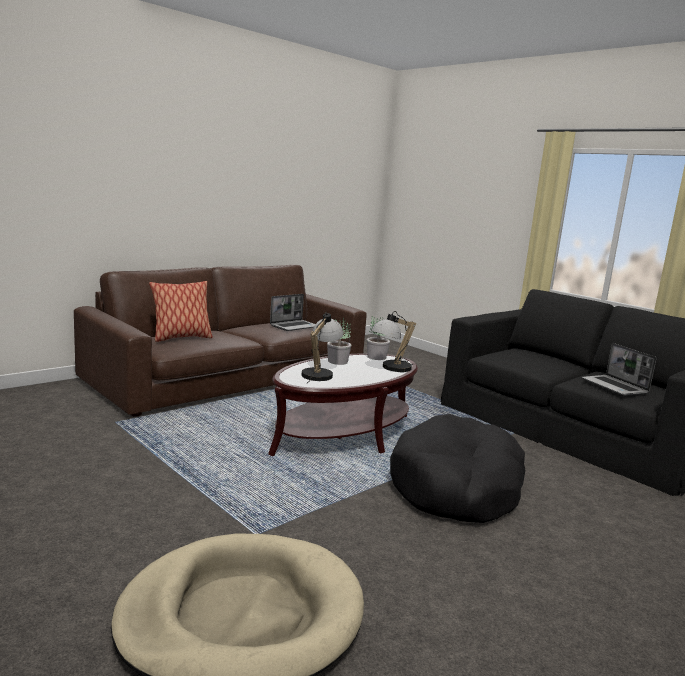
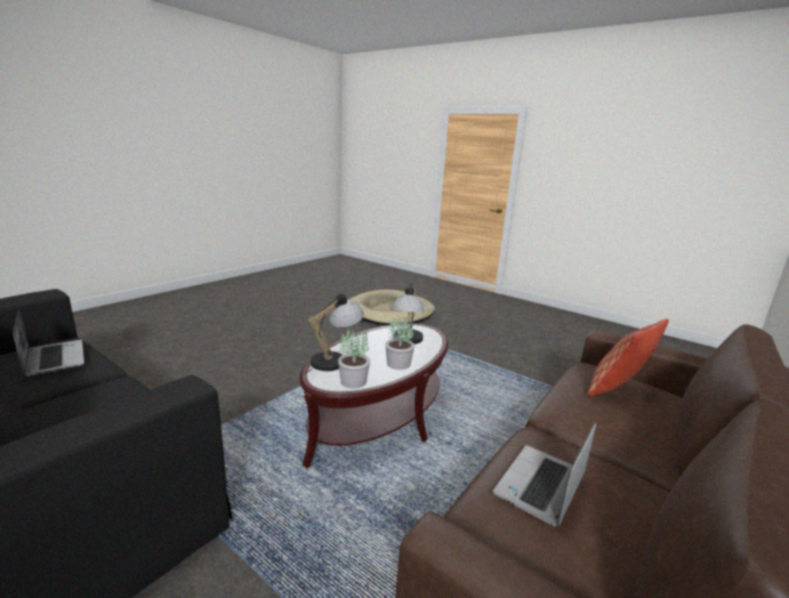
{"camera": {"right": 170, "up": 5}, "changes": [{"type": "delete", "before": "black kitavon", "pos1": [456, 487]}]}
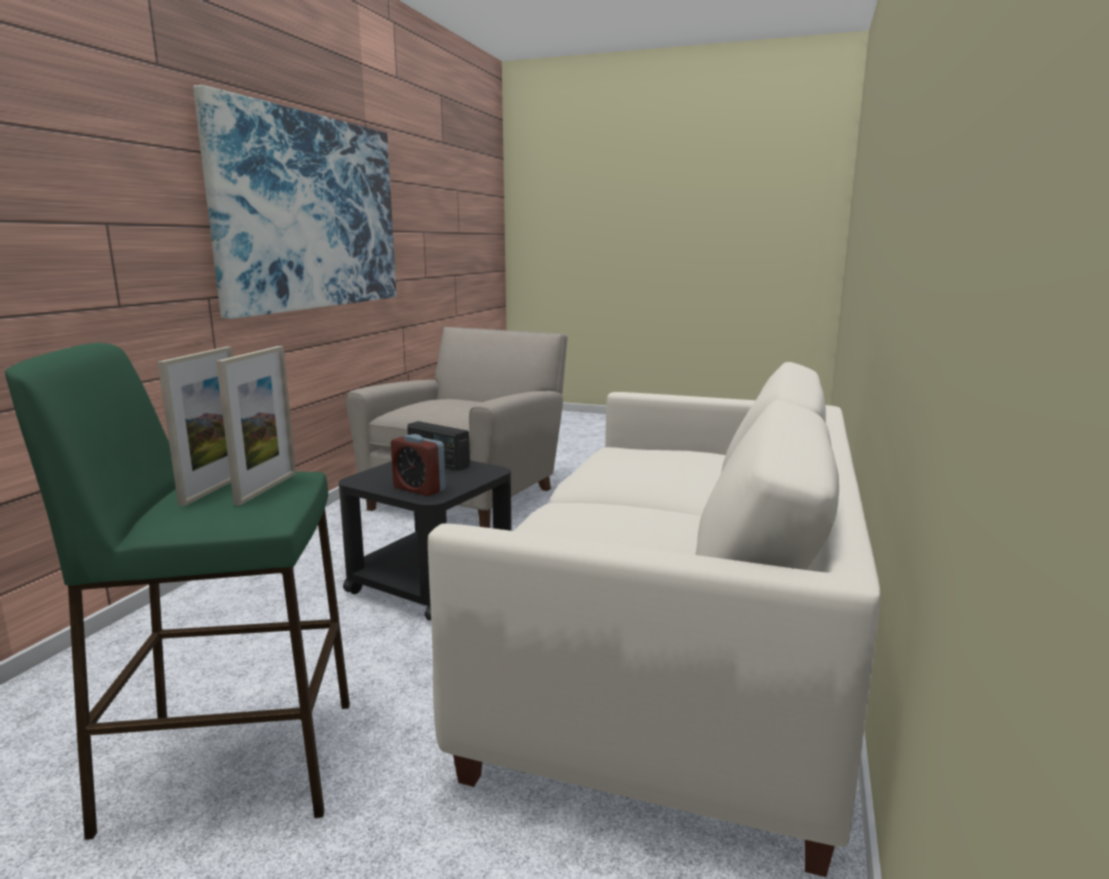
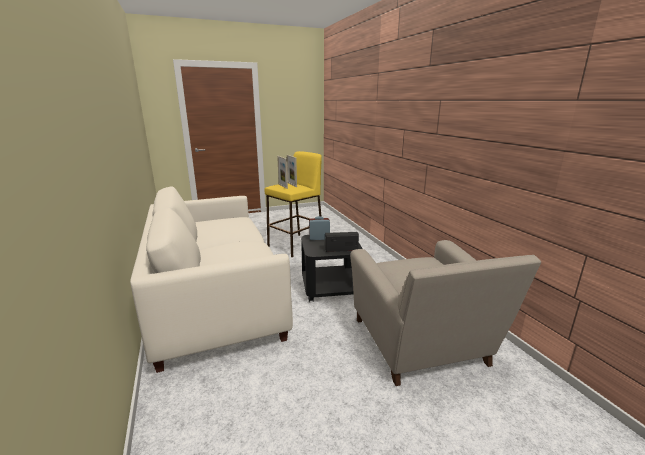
{"camera": {"right": 140, "up": 5}, "changes": [{"type": "delete", "before": "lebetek", "pos1": [311, 213]}, {"type": "recolor", "before": "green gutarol", "after": "yellow gutarol", "pos1": [231, 763], "pos2": [296, 245]}]}
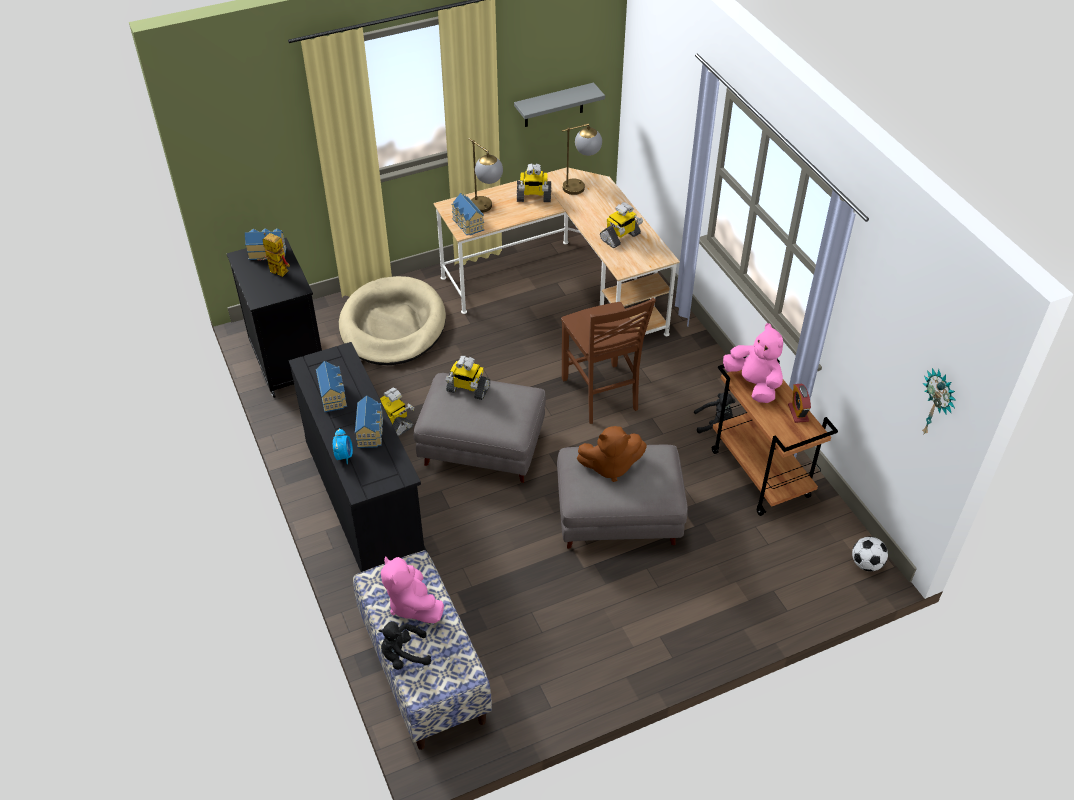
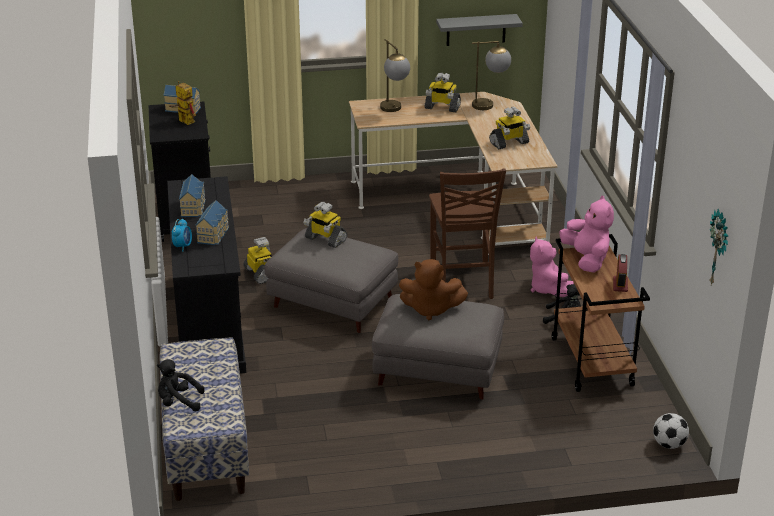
{"camera": {"right": 15, "up": -15}, "changes": [{"type": "delete", "before": "beige kitavon", "pos1": [393, 325]}, {"type": "delete", "before": "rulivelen", "pos1": [467, 224]}, {"type": "move", "before": "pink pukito", "pos1": [412, 604], "pos2": [548, 289]}]}
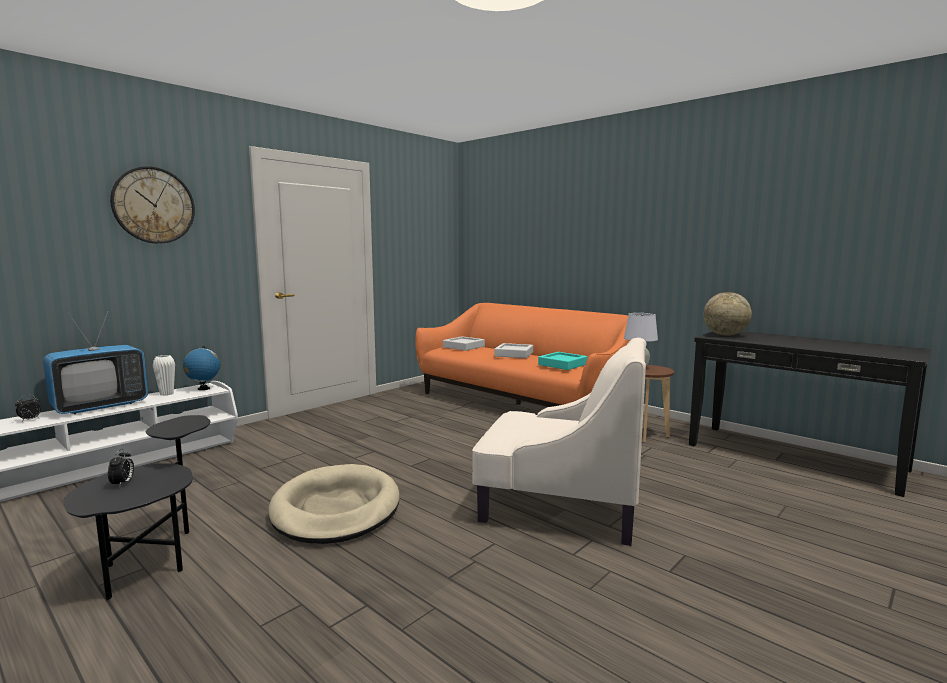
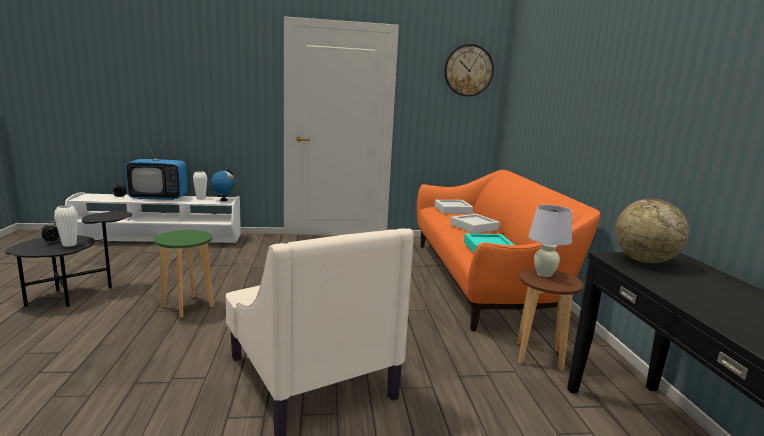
{"camera": {"right": 40, "up": 5}, "changes": [{"type": "insert", "after": "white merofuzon", "pos2": [69, 244]}, {"type": "move", "before": "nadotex", "pos1": [153, 205], "pos2": [468, 70]}, {"type": "replace", "before": "beige kitavon", "after": "green gutarol", "pos1": [336, 509], "pos2": [187, 307]}]}
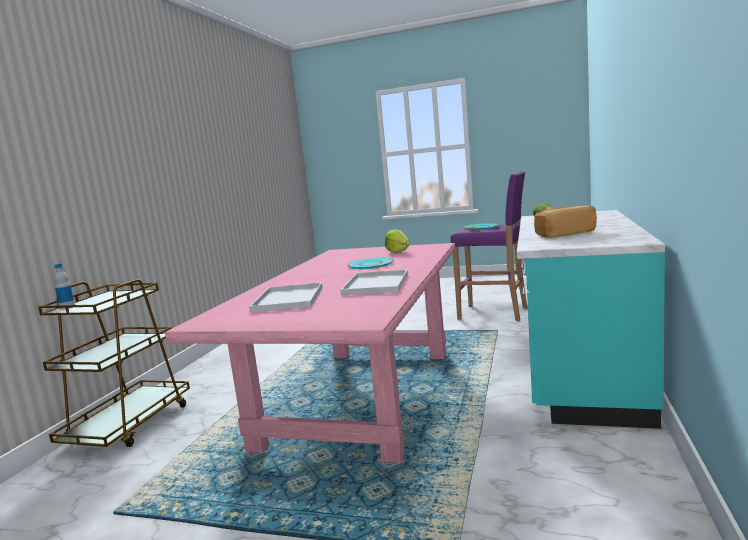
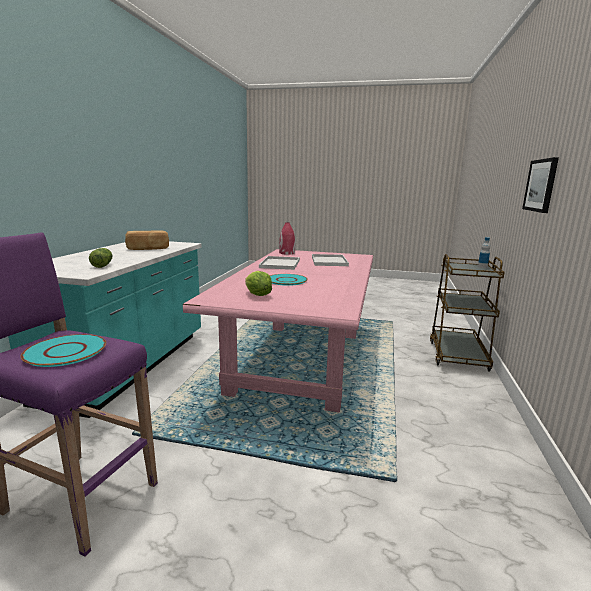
{"camera": {"right": 175, "up": 5}, "changes": [{"type": "insert", "after": "red merofuzon", "pos2": [286, 253]}, {"type": "insert", "after": "lebetek", "pos2": [541, 185]}]}
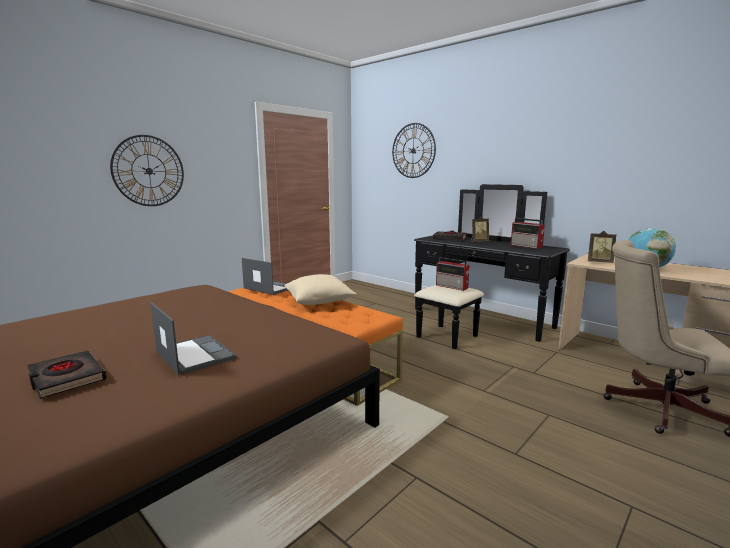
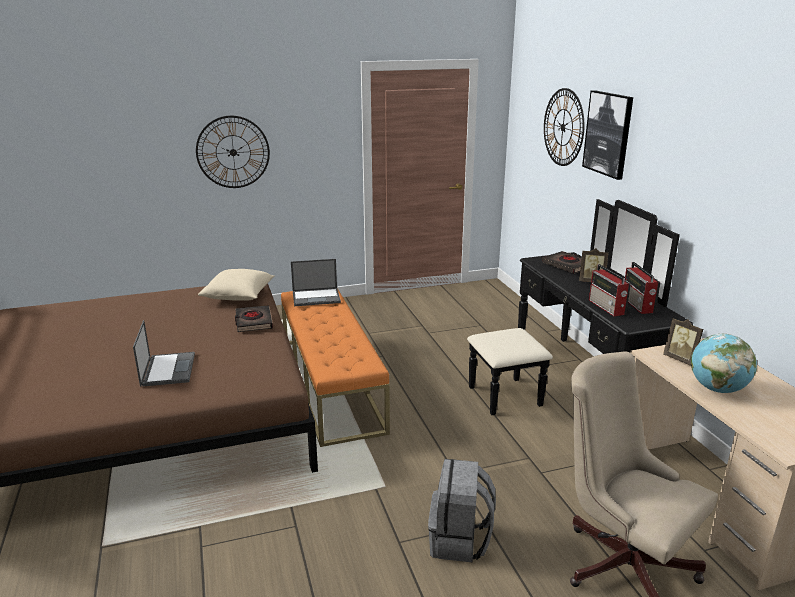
{"camera": {"right": 30, "up": 10}, "changes": [{"type": "insert", "after": "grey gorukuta", "pos2": [459, 541]}, {"type": "insert", "after": "lebetek", "pos2": [608, 134]}, {"type": "move", "before": "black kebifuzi", "pos1": [66, 378], "pos2": [253, 322]}, {"type": "move", "before": "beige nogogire", "pos1": [319, 302], "pos2": [239, 297]}, {"type": "move", "before": "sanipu", "pos1": [452, 287], "pos2": [607, 307]}, {"type": "rotate", "before": "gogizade", "pos1": [269, 288], "pos2": [317, 297], "turn": 105}]}
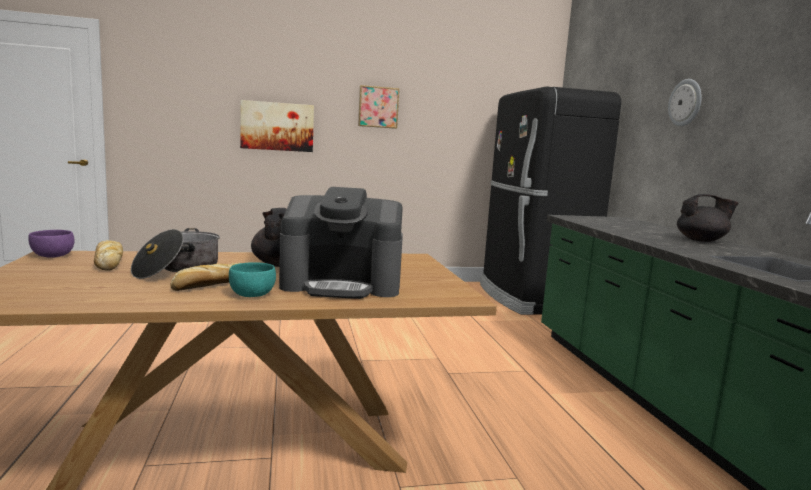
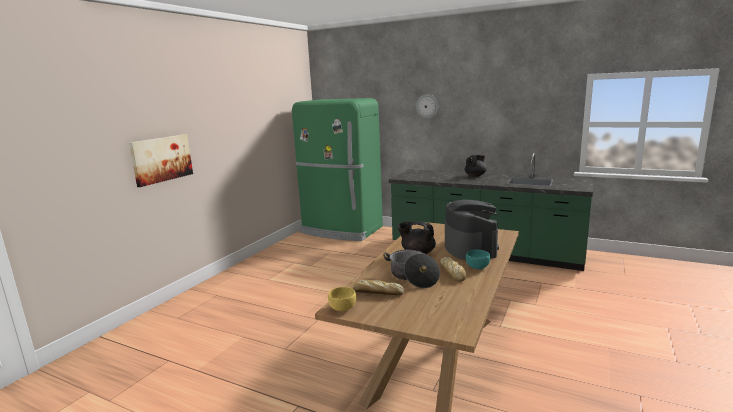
{"camera": {"right": -50, "up": 5}, "changes": [{"type": "delete", "before": "lebetek", "pos1": [378, 107]}, {"type": "recolor", "before": "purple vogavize", "after": "yellow vogavize", "pos1": [53, 256], "pos2": [343, 308]}, {"type": "recolor", "before": "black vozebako", "after": "green vozebako", "pos1": [530, 298], "pos2": [341, 230]}, {"type": "rotate", "before": "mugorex", "pos1": [342, 284], "pos2": [470, 248], "turn": -45}]}
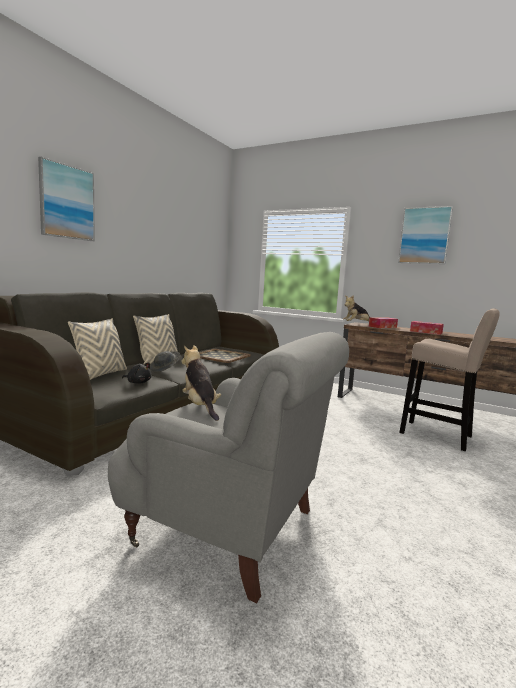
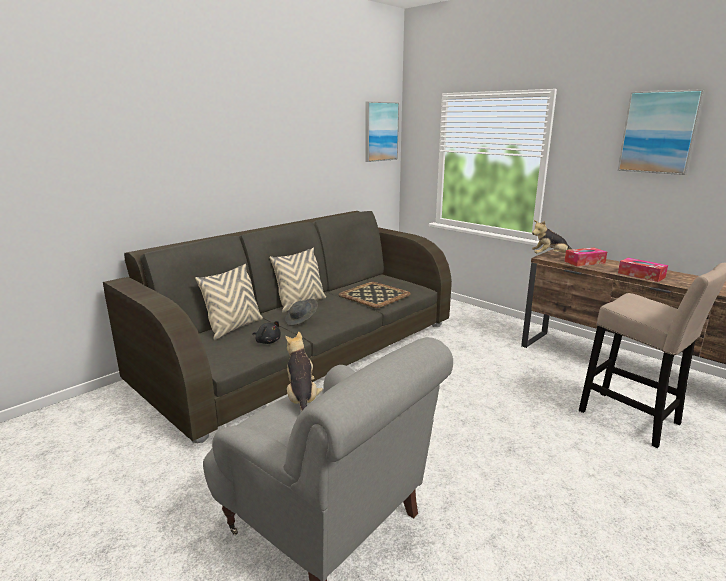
{"camera": {"right": 15, "up": 10}, "changes": [{"type": "move", "before": "lebetek", "pos1": [67, 202], "pos2": [380, 131]}]}
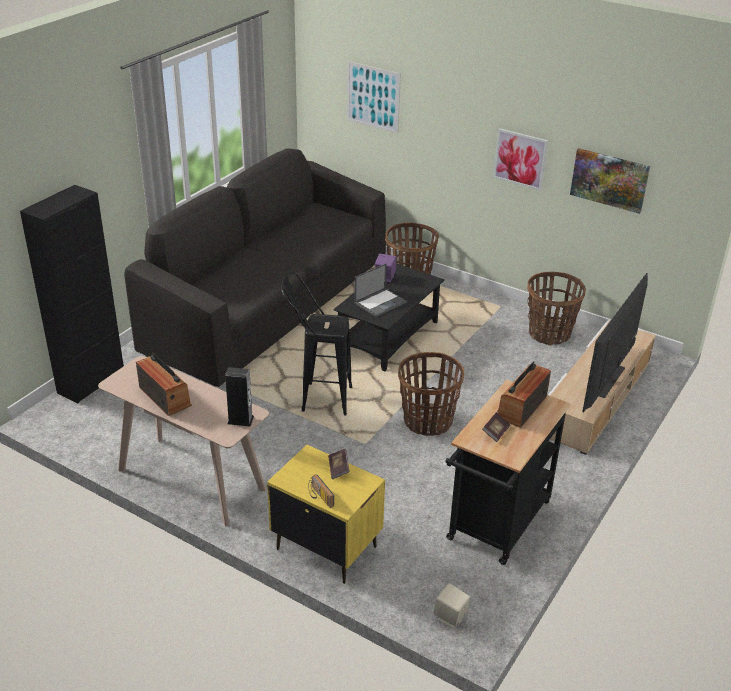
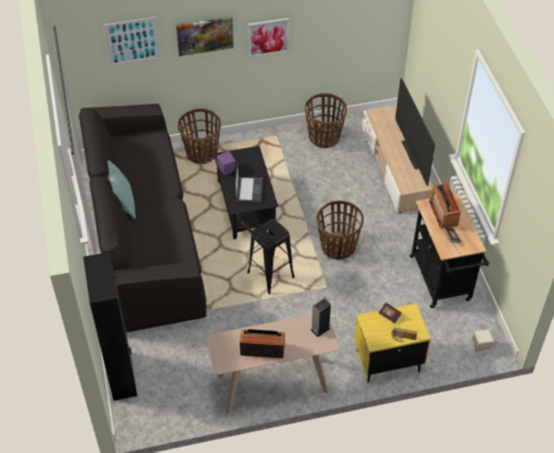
{"camera": {"right": -45, "up": 15}, "changes": [{"type": "insert", "after": "nogogire", "pos2": [122, 203]}, {"type": "move", "before": "lebetek", "pos1": [609, 180], "pos2": [205, 35]}]}
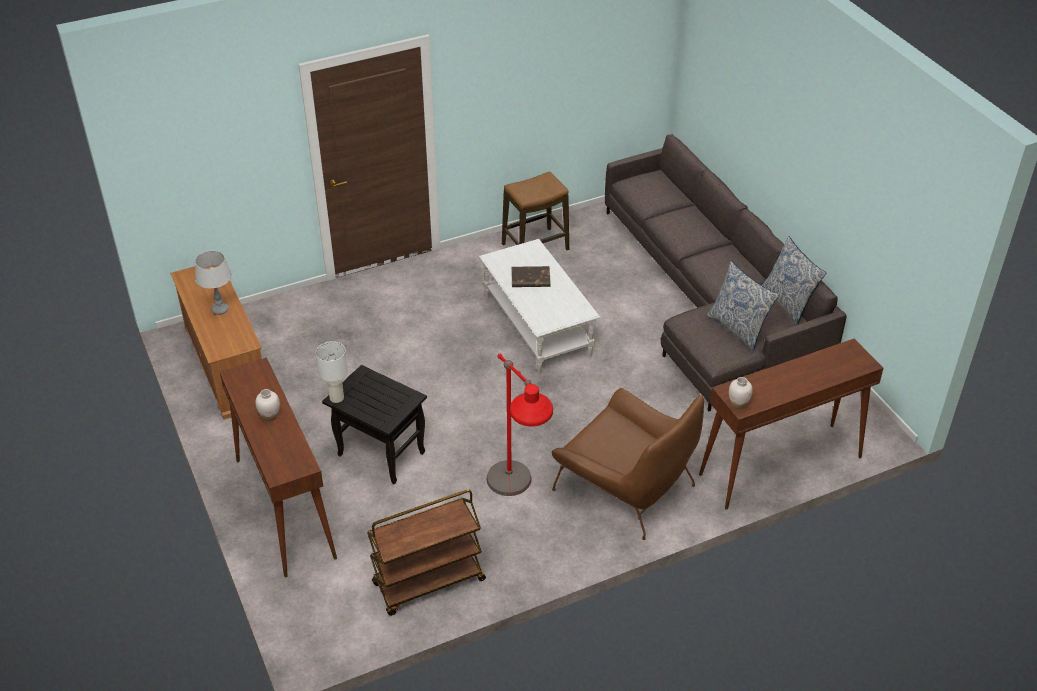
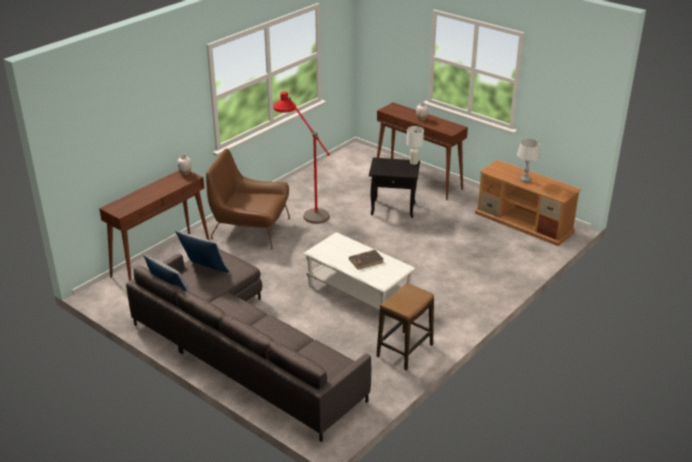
{"camera": {"right": 155, "up": -10}, "changes": [{"type": "delete", "before": "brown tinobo", "pos1": [428, 583]}]}
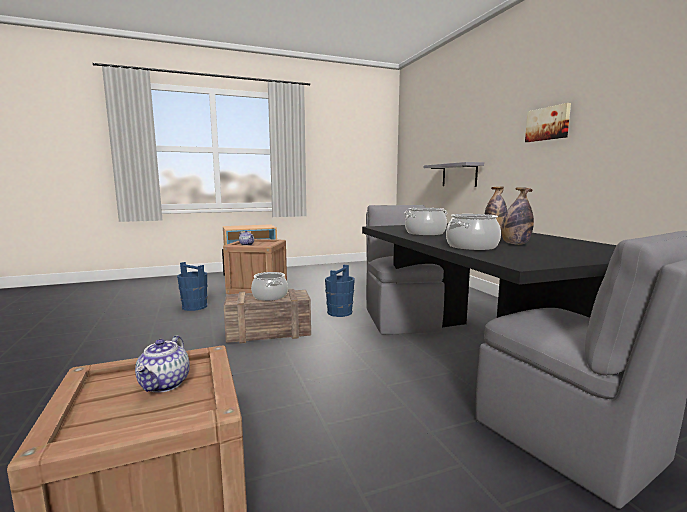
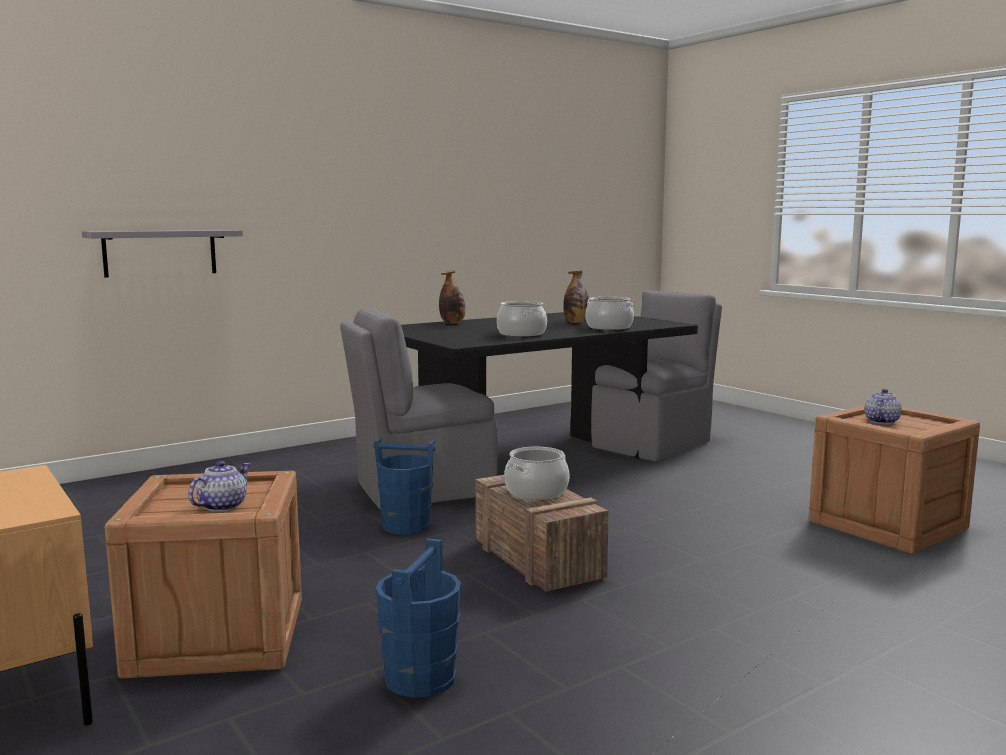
{"camera": {"right": -105, "up": 0}, "changes": [{"type": "delete", "before": "lebetek", "pos1": [548, 123]}, {"type": "rotate", "before": "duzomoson", "pos1": [165, 384], "pos2": [881, 421], "turn": -45}]}
